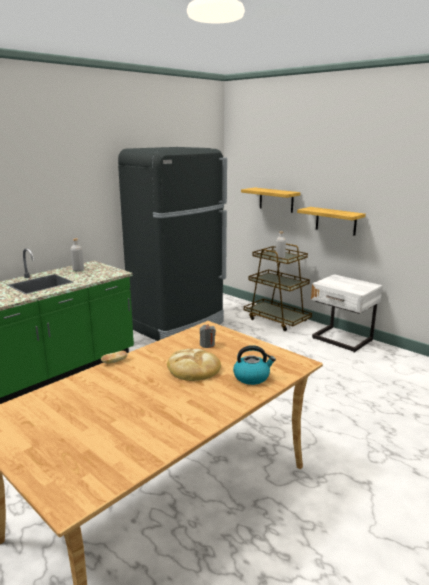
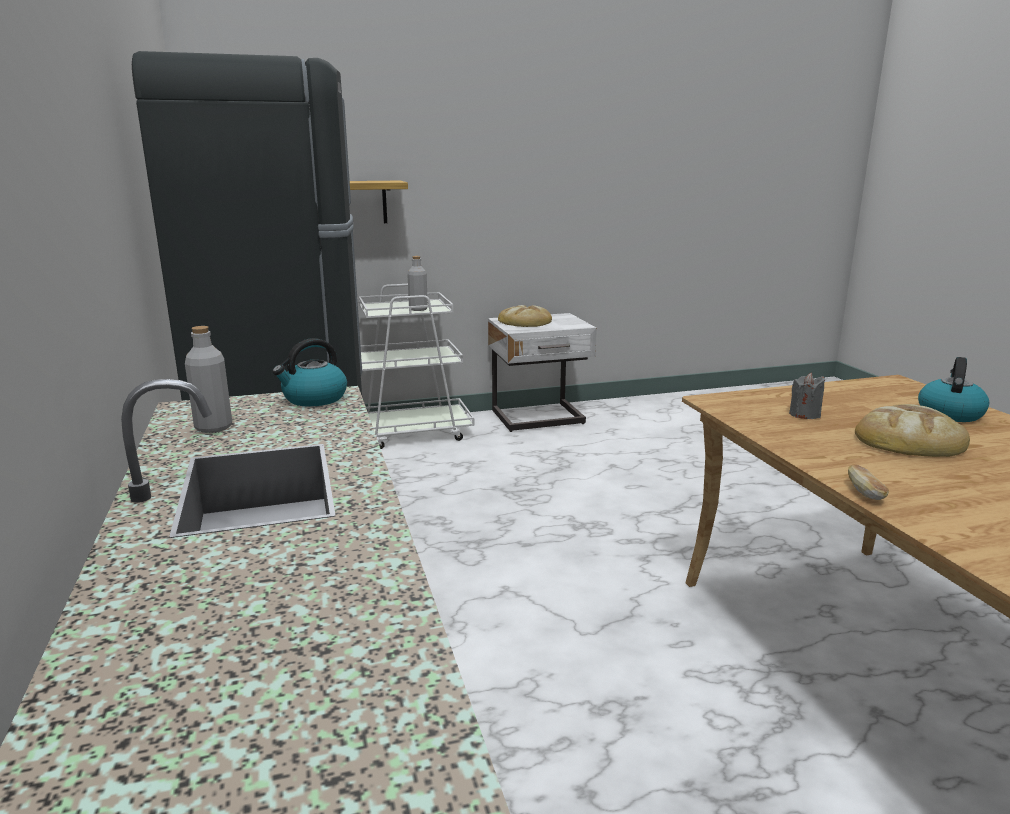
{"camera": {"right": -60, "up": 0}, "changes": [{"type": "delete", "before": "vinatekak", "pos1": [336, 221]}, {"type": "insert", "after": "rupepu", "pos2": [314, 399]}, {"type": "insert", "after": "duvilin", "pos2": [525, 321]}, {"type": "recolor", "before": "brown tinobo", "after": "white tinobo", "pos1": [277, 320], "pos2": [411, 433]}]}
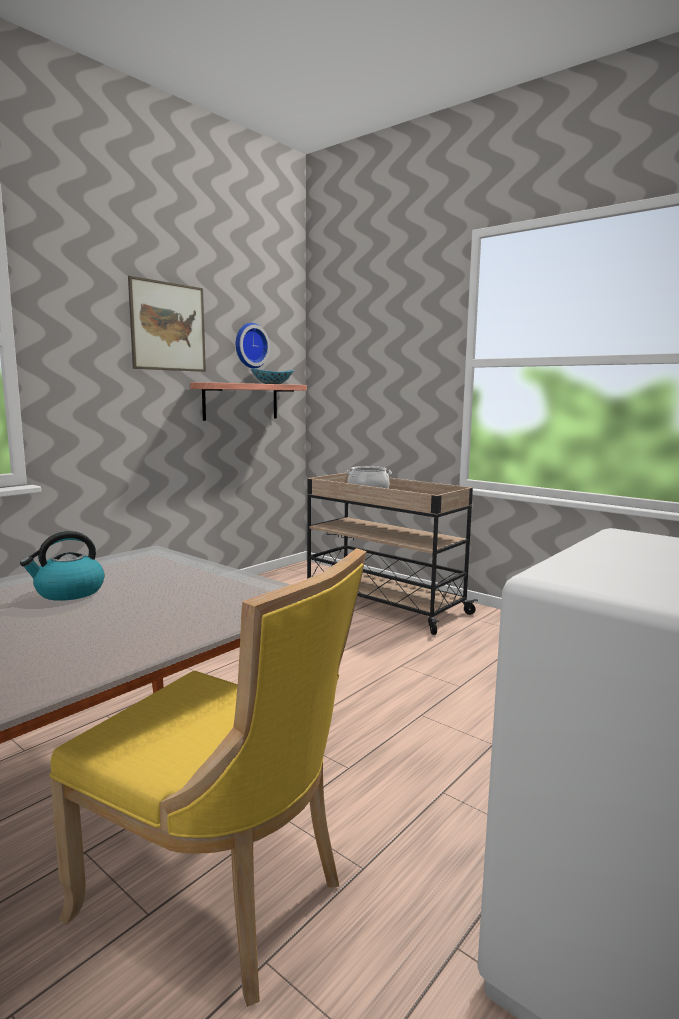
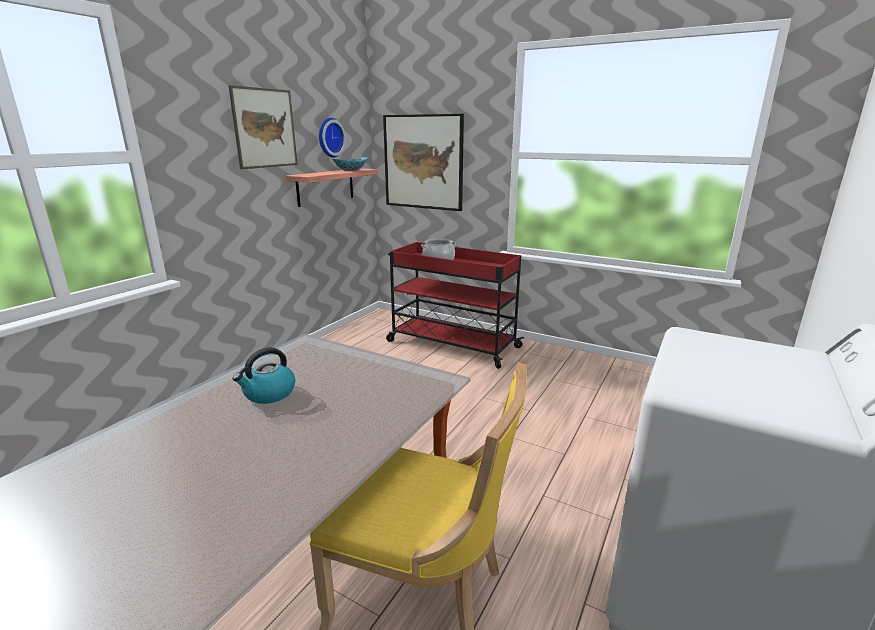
{"camera": {"right": -10, "up": 10}, "changes": [{"type": "insert", "after": "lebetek", "pos2": [423, 162]}, {"type": "recolor", "before": "beige tinobo", "after": "red tinobo", "pos1": [381, 603], "pos2": [451, 344]}]}
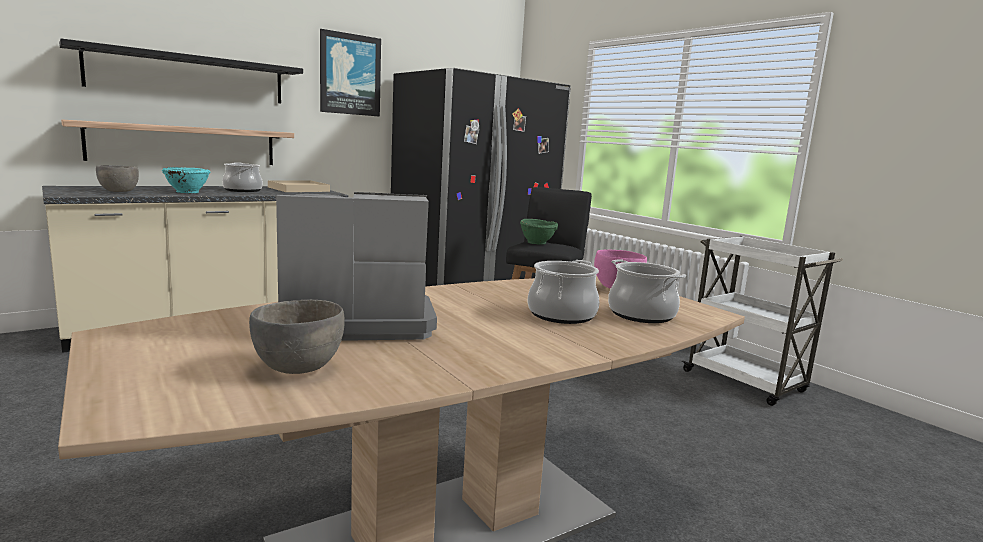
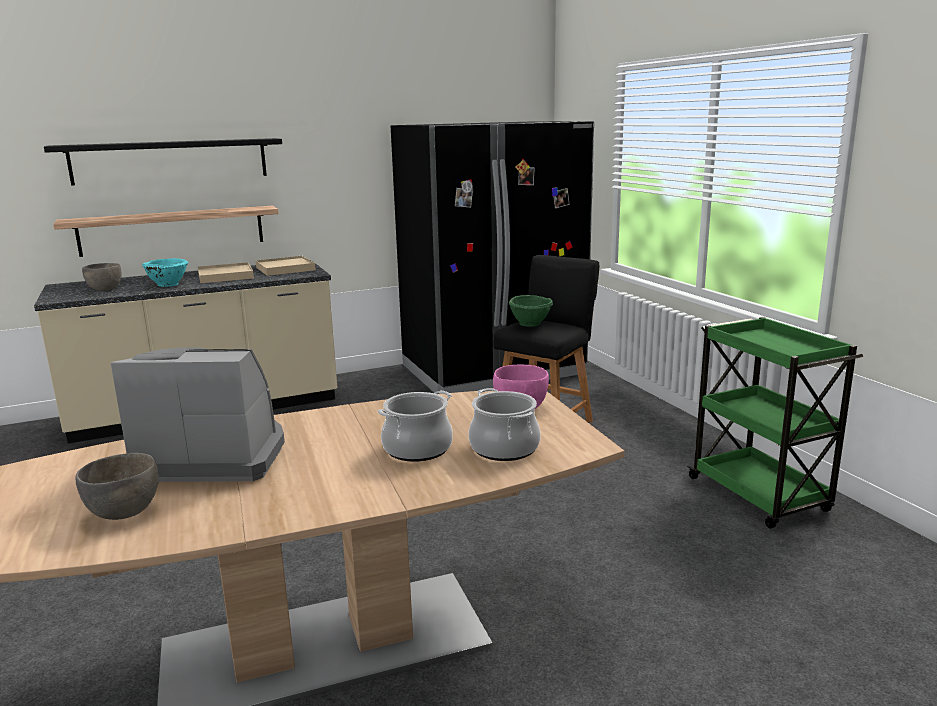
{"camera": {"right": 15, "up": 5}, "changes": [{"type": "delete", "before": "lebetek", "pos1": [350, 74]}, {"type": "replace", "before": "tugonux", "after": "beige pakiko", "pos1": [243, 190], "pos2": [225, 276]}, {"type": "recolor", "before": "white tinobo", "after": "green tinobo", "pos1": [746, 382], "pos2": [760, 496]}]}
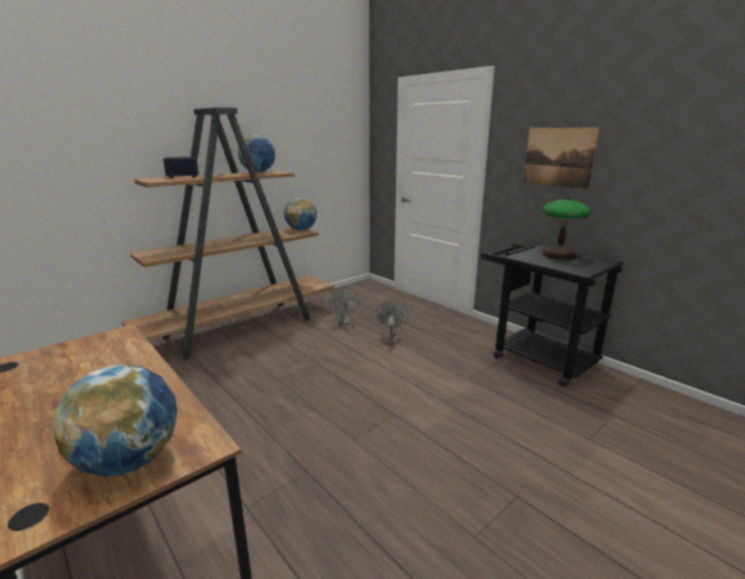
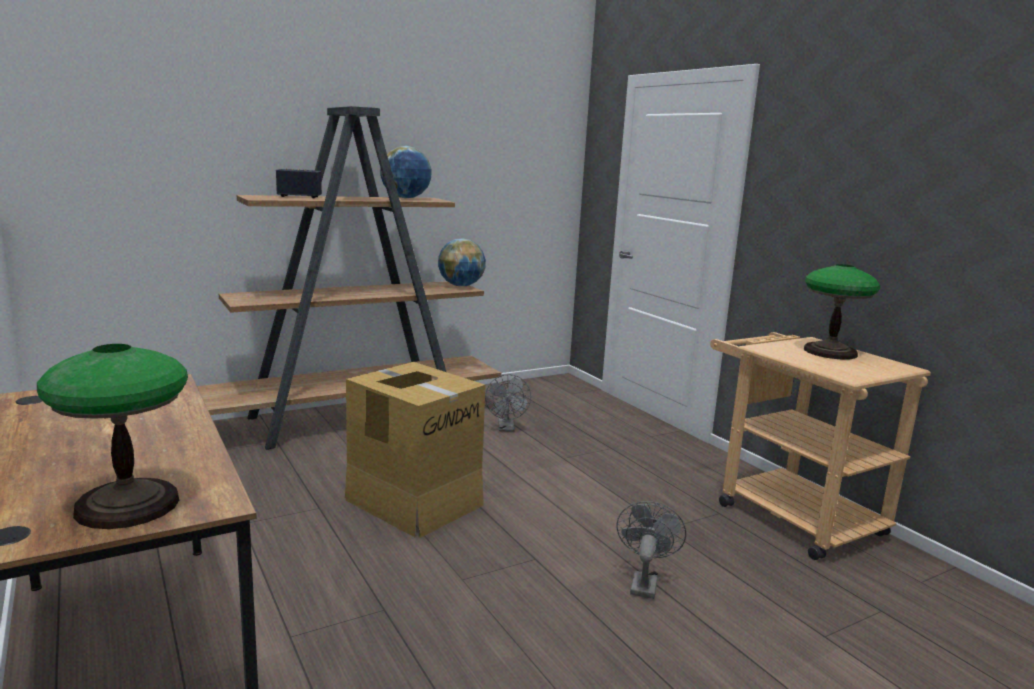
{"camera": {"right": 10, "up": -5}, "changes": [{"type": "delete", "before": "lebetek", "pos1": [558, 157]}, {"type": "insert", "after": "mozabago", "pos2": [414, 501]}, {"type": "move", "before": "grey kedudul", "pos1": [391, 339], "pos2": [644, 582]}, {"type": "replace", "before": "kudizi", "after": "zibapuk", "pos1": [129, 460], "pos2": [128, 504]}, {"type": "recolor", "before": "black tinobo", "after": "beige tinobo", "pos1": [536, 357], "pos2": [788, 513]}]}
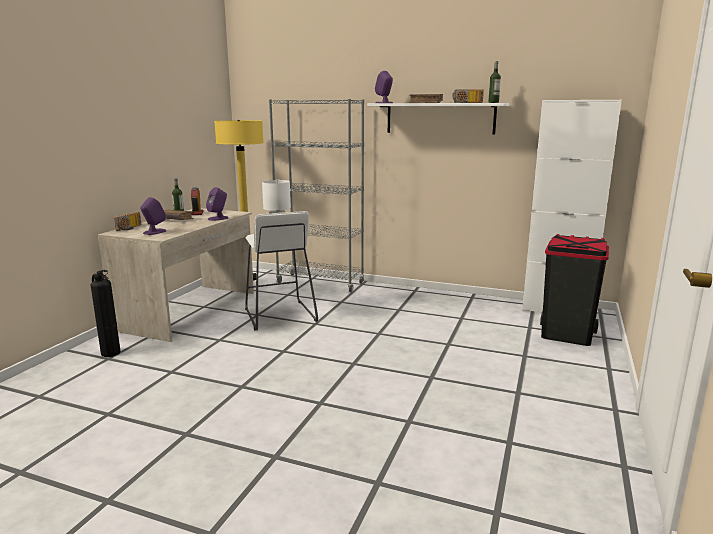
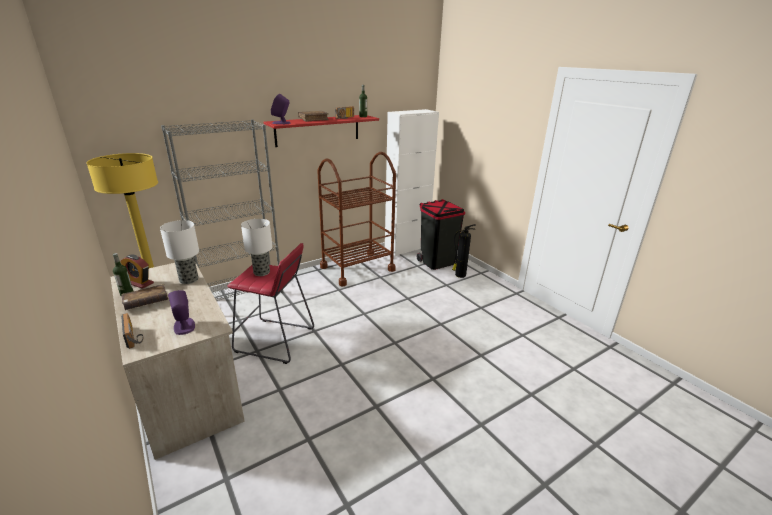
{"camera": {"right": -55, "up": 10}, "changes": [{"type": "insert", "after": "brown tinobo", "pos2": [357, 268]}, {"type": "move", "before": "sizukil", "pos1": [110, 353], "pos2": [459, 275]}, {"type": "replace", "before": "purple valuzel", "after": "zibapuk", "pos1": [218, 218], "pos2": [189, 279]}, {"type": "recolor", "before": "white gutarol", "after": "red gutarol", "pos1": [279, 315], "pos2": [275, 340]}, {"type": "recolor", "before": "white vinatekak", "after": "red vinatekak", "pos1": [440, 118], "pos2": [318, 130]}]}
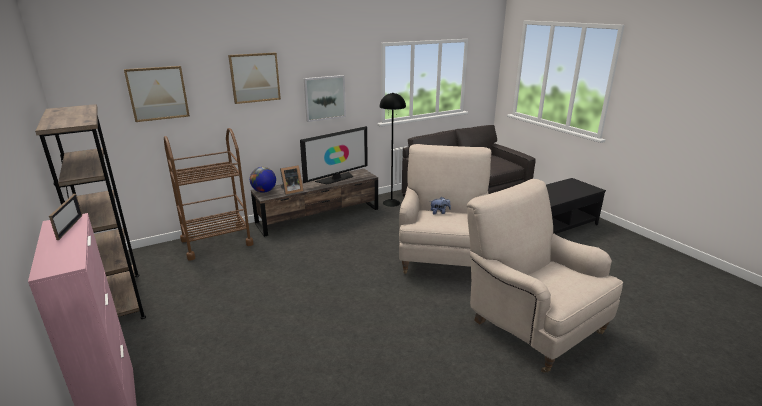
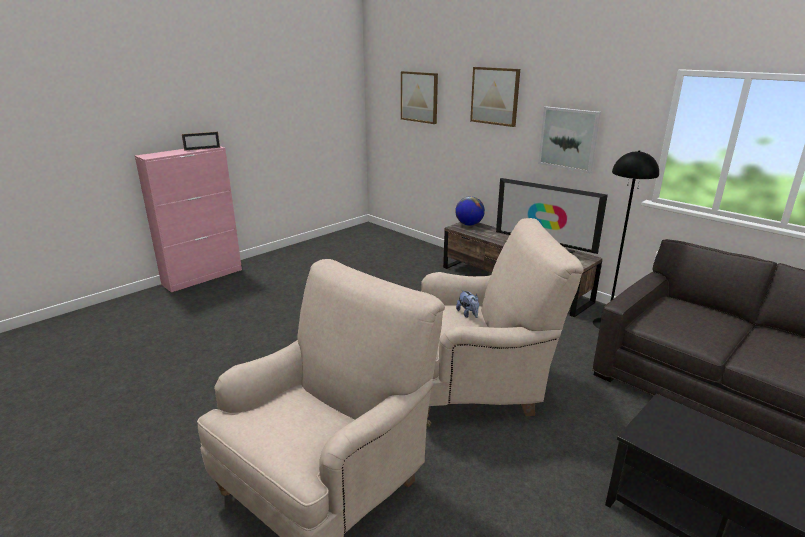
{"camera": {"right": 75, "up": 0}, "changes": [{"type": "delete", "before": "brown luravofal", "pos1": [121, 300]}, {"type": "delete", "before": "brown tinobo", "pos1": [217, 242]}, {"type": "delete", "before": "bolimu", "pos1": [291, 191]}]}
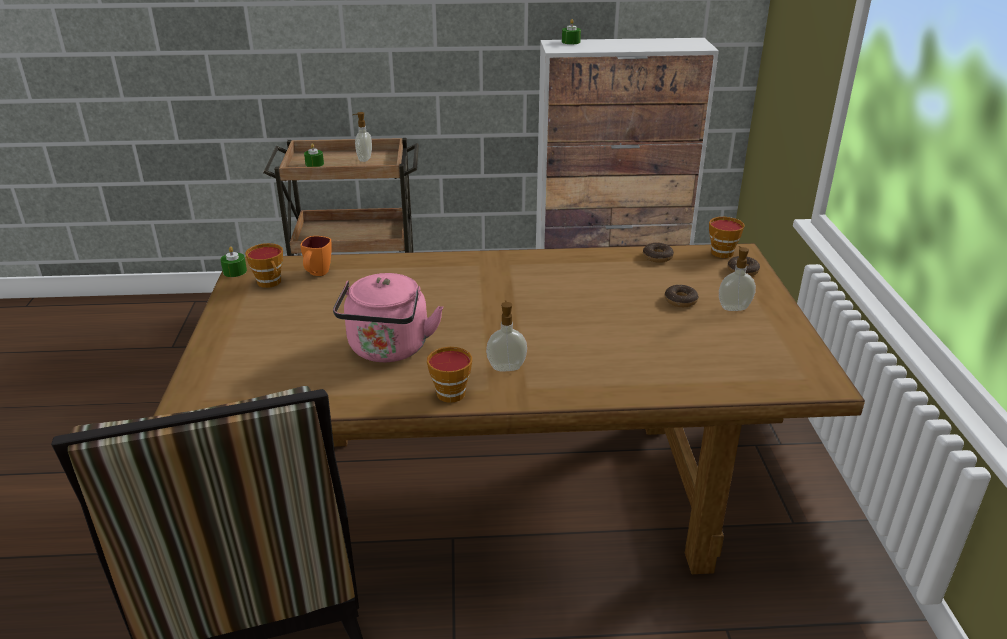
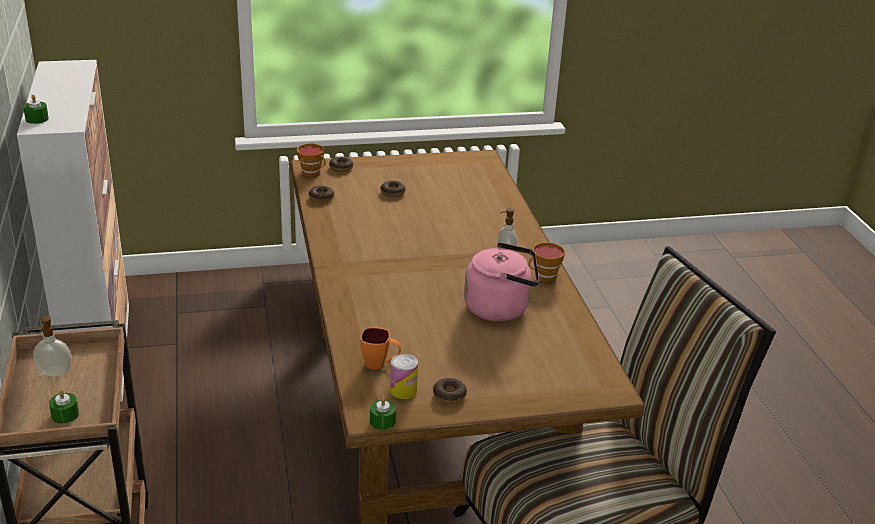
{"camera": {"right": -100, "up": 0}, "changes": [{"type": "delete", "before": "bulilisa", "pos1": [733, 307]}, {"type": "insert", "after": "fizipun", "pos2": [449, 395]}, {"type": "replace", "before": "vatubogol", "after": "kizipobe", "pos1": [270, 283], "pos2": [403, 390]}]}
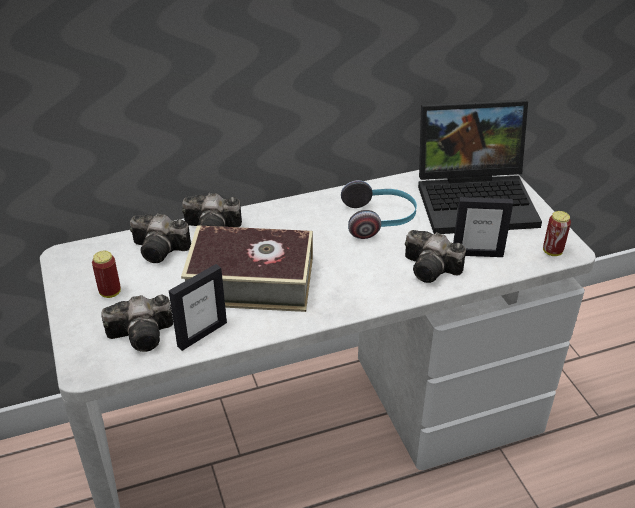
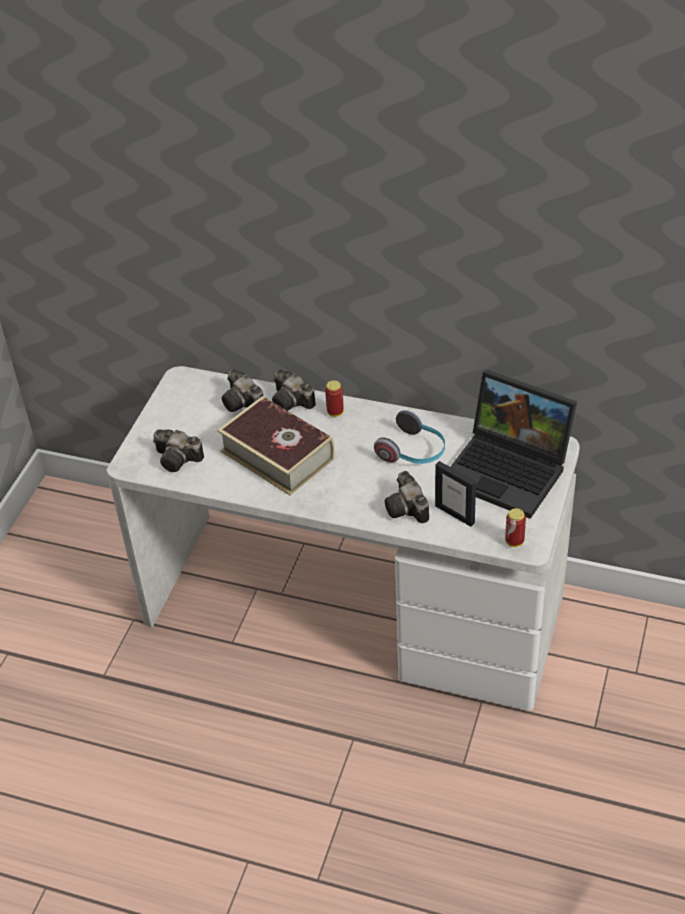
{"camera": {"right": 40, "up": 5}, "changes": [{"type": "delete", "before": "bolimu", "pos1": [202, 334]}, {"type": "move", "before": "kizipobe", "pos1": [110, 292], "pos2": [335, 412]}]}
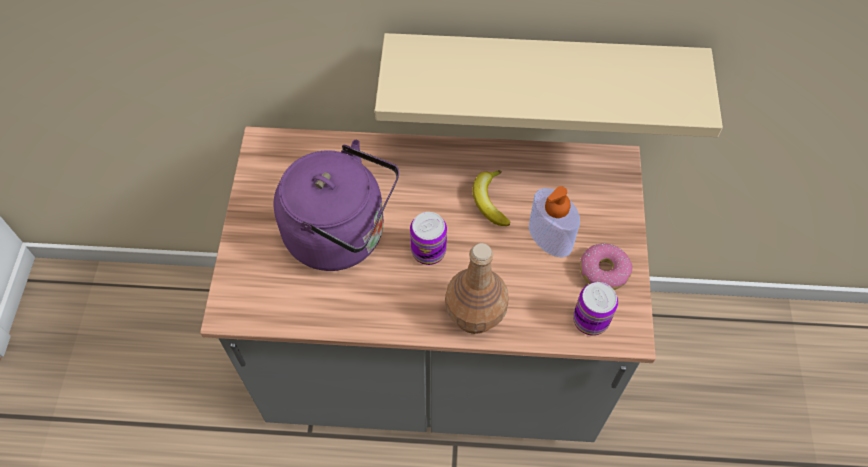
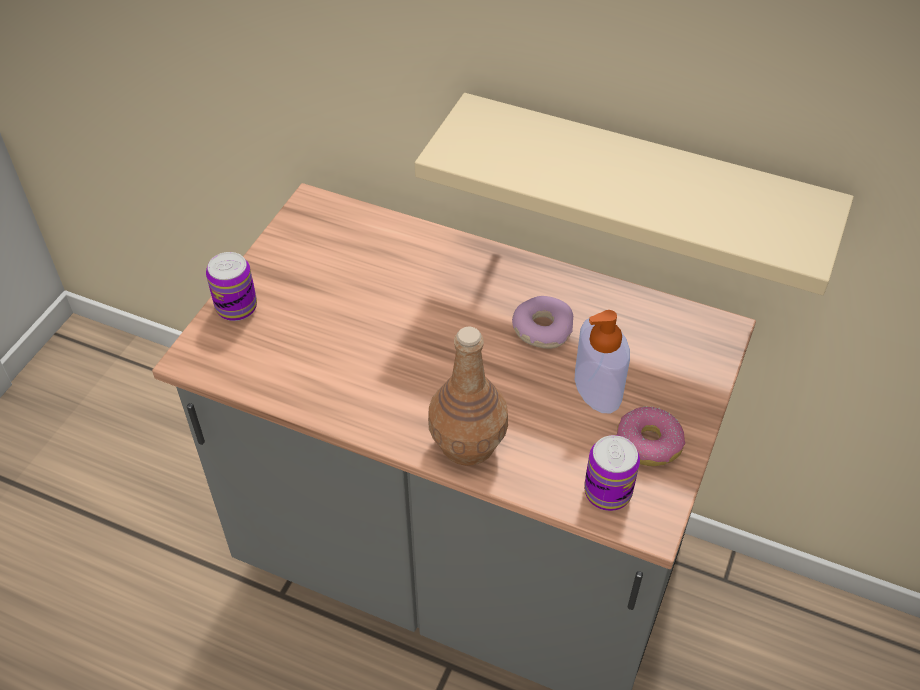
{"camera": {"right": 20, "up": -10}, "changes": [{"type": "delete", "before": "purple rupepu", "pos1": [342, 235]}, {"type": "move", "before": "kizipobe", "pos1": [428, 251], "pos2": [236, 307]}, {"type": "replace", "before": "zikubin", "after": "fizipun", "pos1": [490, 201], "pos2": [542, 329]}]}
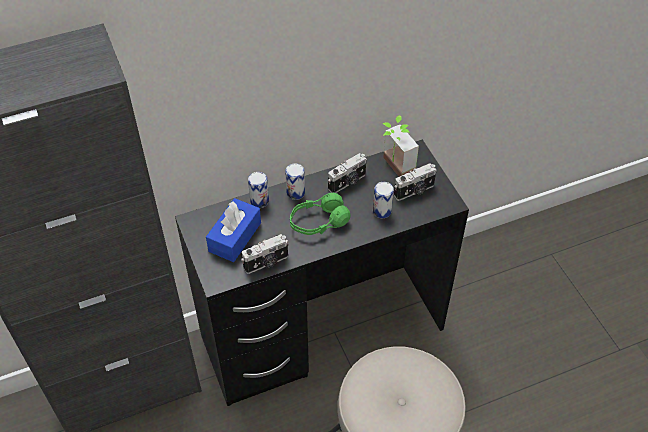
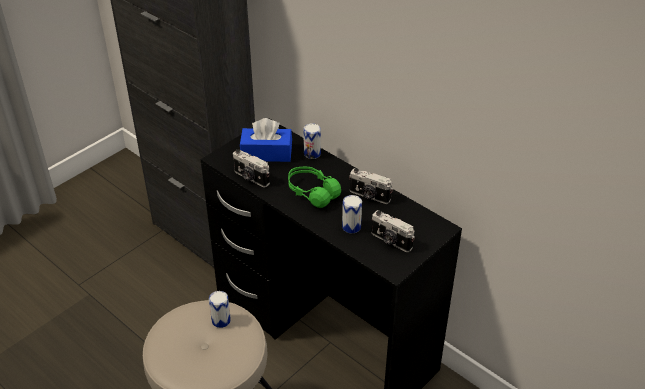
{"camera": {"right": 65, "up": -10}, "changes": [{"type": "delete", "before": "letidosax", "pos1": [393, 168]}, {"type": "move", "before": "kizipobe", "pos1": [295, 193], "pos2": [221, 320]}]}
